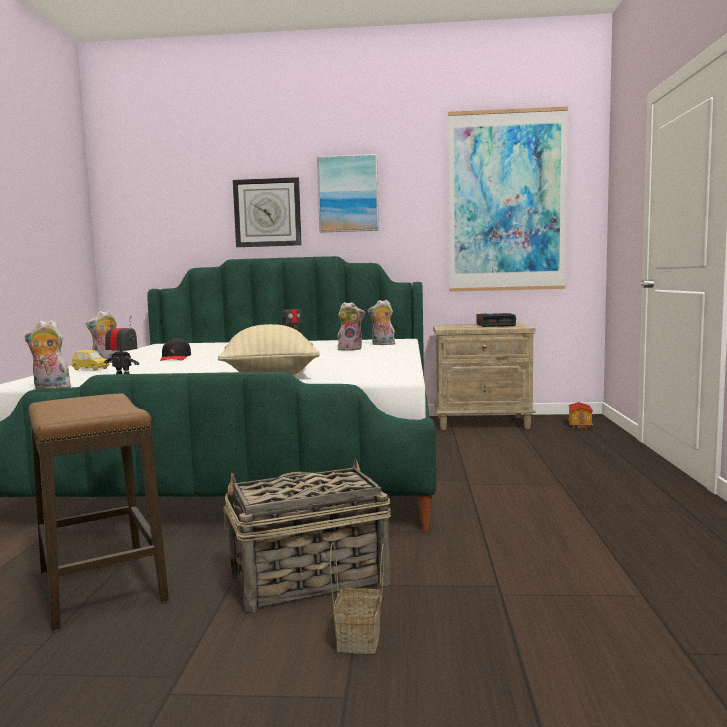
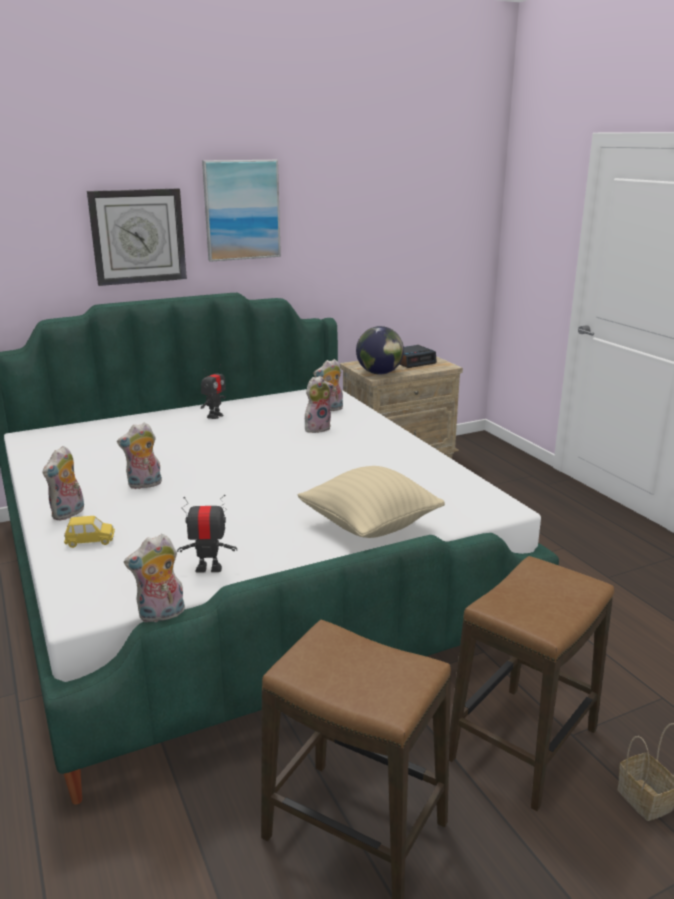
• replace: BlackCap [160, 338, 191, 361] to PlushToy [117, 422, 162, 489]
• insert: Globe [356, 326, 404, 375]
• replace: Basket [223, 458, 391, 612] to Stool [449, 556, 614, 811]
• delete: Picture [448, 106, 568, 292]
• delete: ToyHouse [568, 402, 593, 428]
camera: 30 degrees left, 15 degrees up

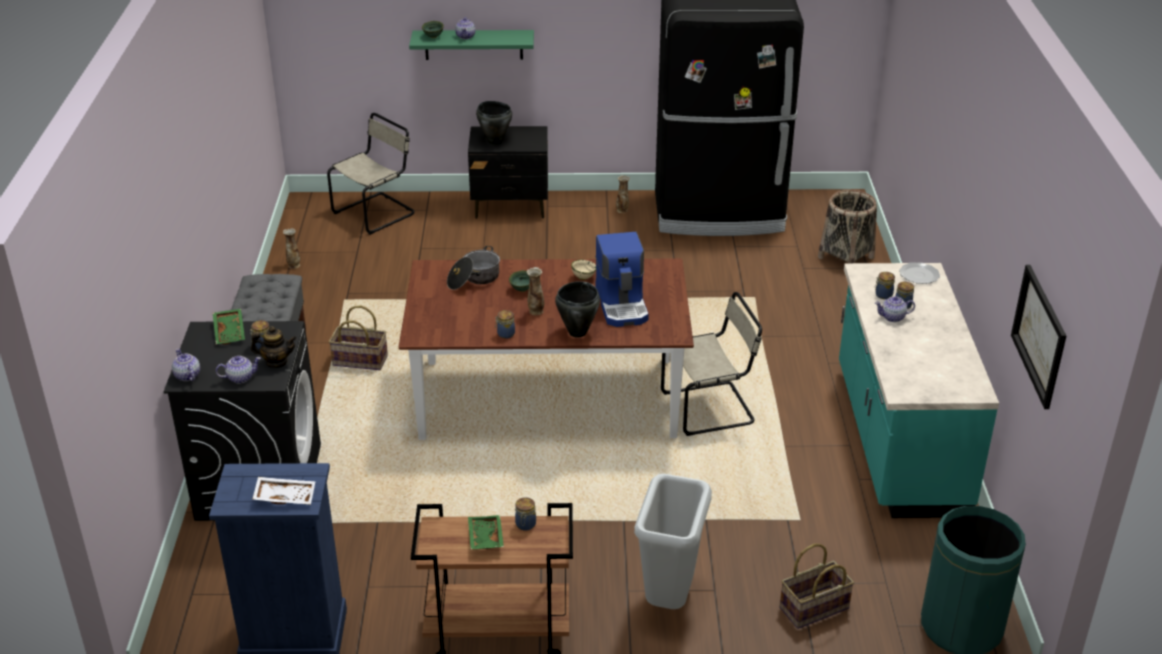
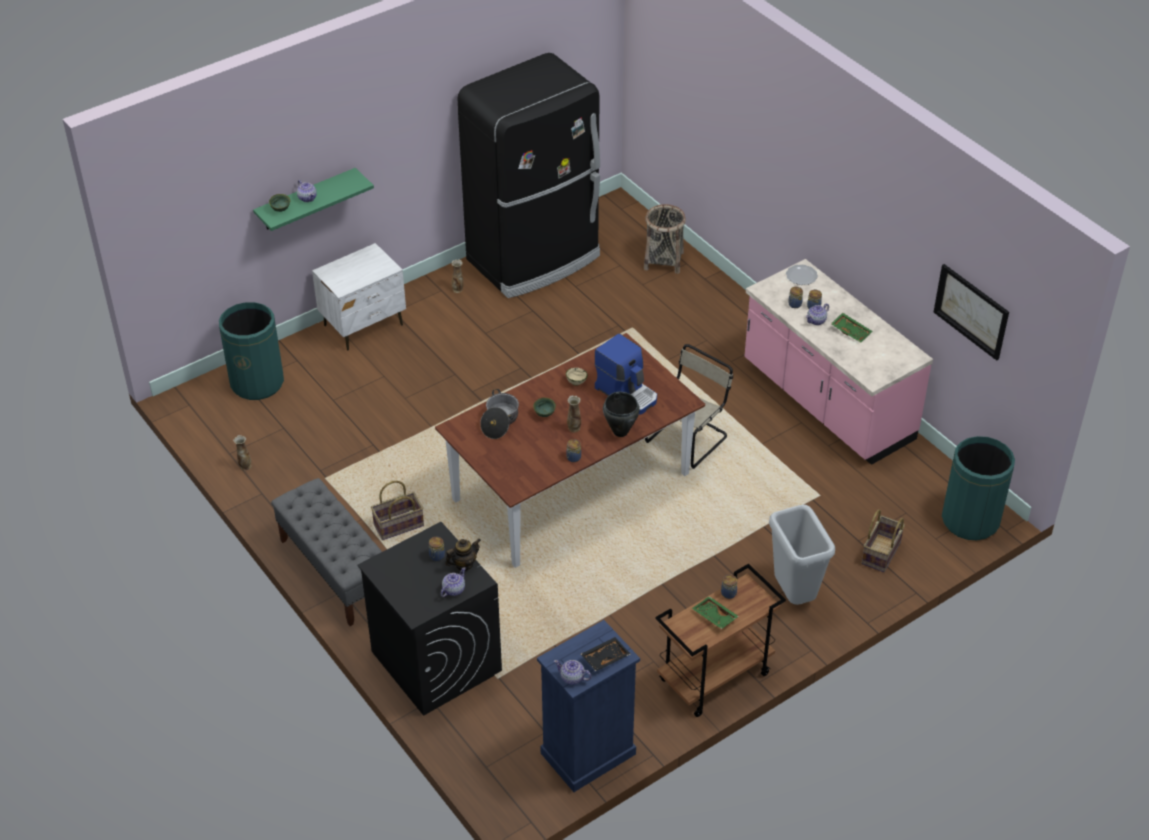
• replace: BeigeChair [327, 113, 414, 235] to GreenTrashCan [219, 302, 284, 400]
• recolor: BlackNightstand [468, 126, 548, 219] to WhiteNightstand [312, 243, 406, 350]
• move: Teapot [172, 349, 200, 381] to [554, 660, 592, 685]
• recolor: WhiteTray [252, 477, 316, 505] to BlackTray [580, 637, 630, 671]
• recolor: TurquoiseCounter [839, 263, 999, 518] to PinkCounter [744, 259, 933, 465]
• move: GreenTray [213, 309, 245, 345] to [831, 313, 873, 343]
• delete: BlackCookingPot [476, 101, 512, 145]
camera: 35 degrees left, 10 degrees up

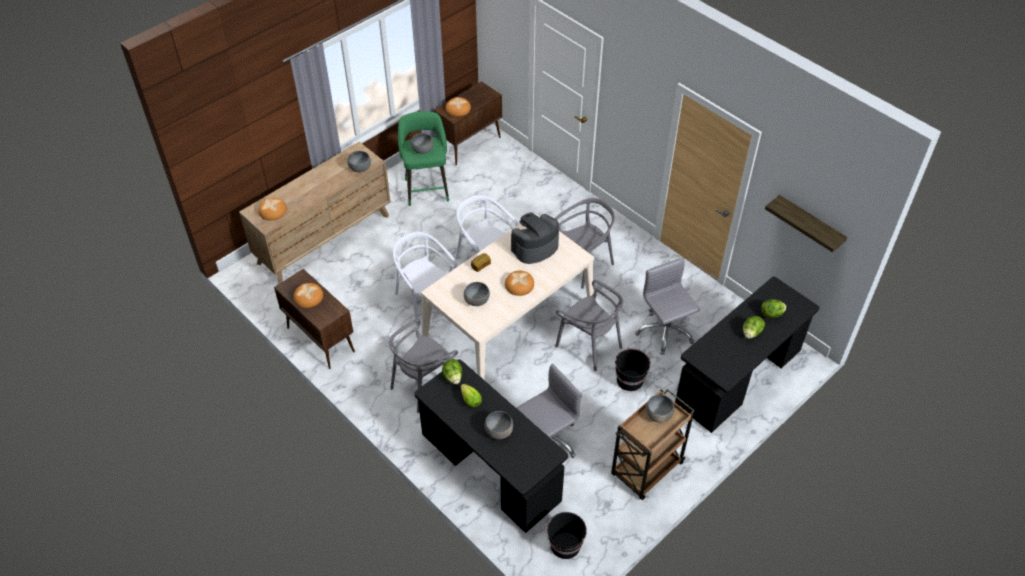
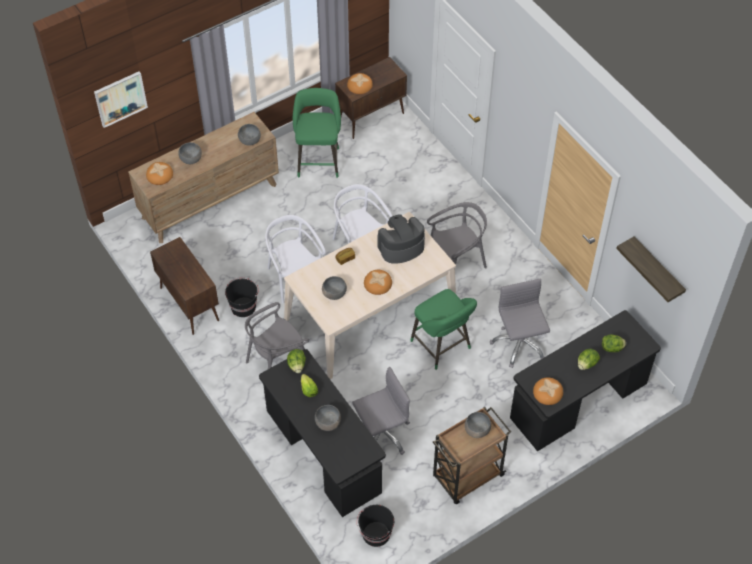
• insert: Picture [94, 71, 148, 128]
• move: GreyBowl [411, 133, 433, 154] to [178, 142, 202, 164]
• move: BlackBucket [615, 348, 651, 391] to [225, 278, 259, 317]
• replace: GreyChair [555, 280, 623, 371] to GreenStool [410, 289, 477, 370]
• move: Bread [293, 283, 323, 308] to [533, 377, 563, 405]
camera: 10 degrees right, 5 degrees up

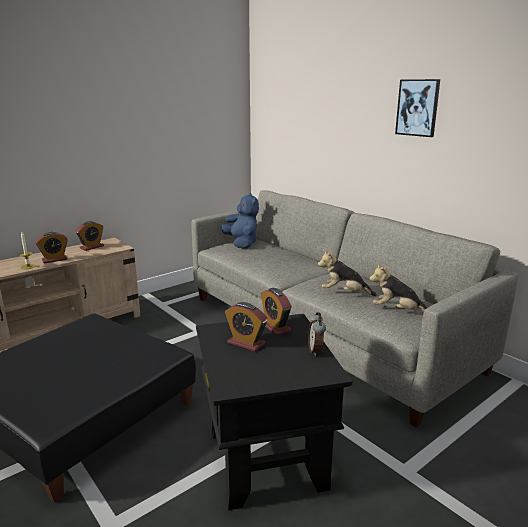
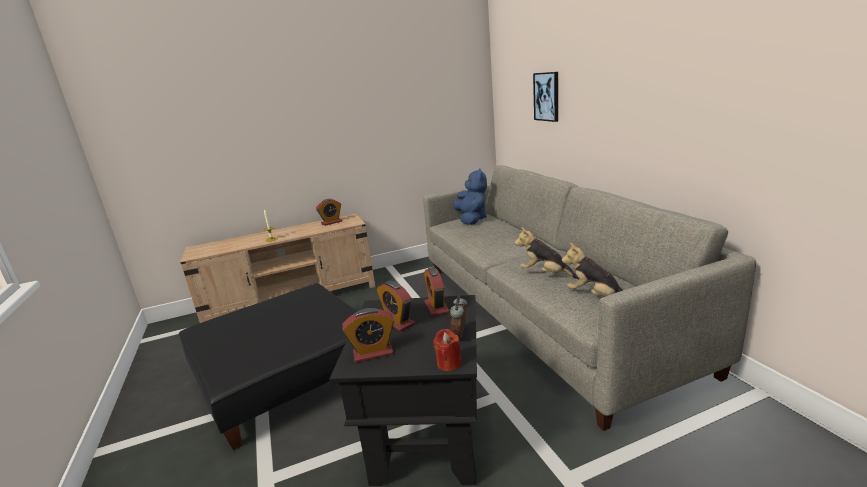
• move: AlarmClock [35, 232, 68, 264] to [342, 308, 394, 363]
• insert: RedCandle [433, 329, 462, 371]
• move: Picture [395, 79, 440, 137] to [533, 72, 558, 122]
camera: 20 degrees right, 0 degrees up

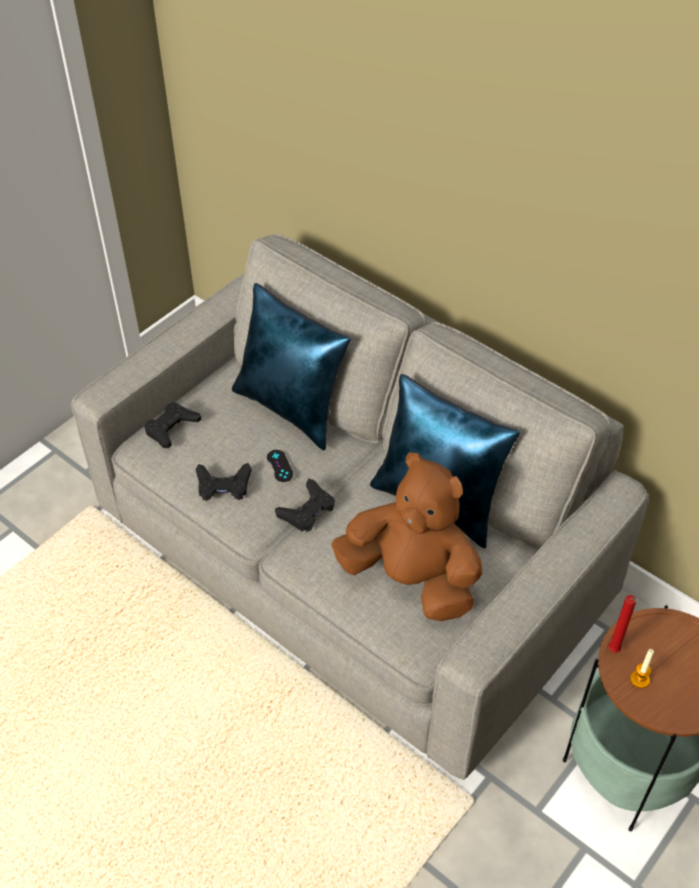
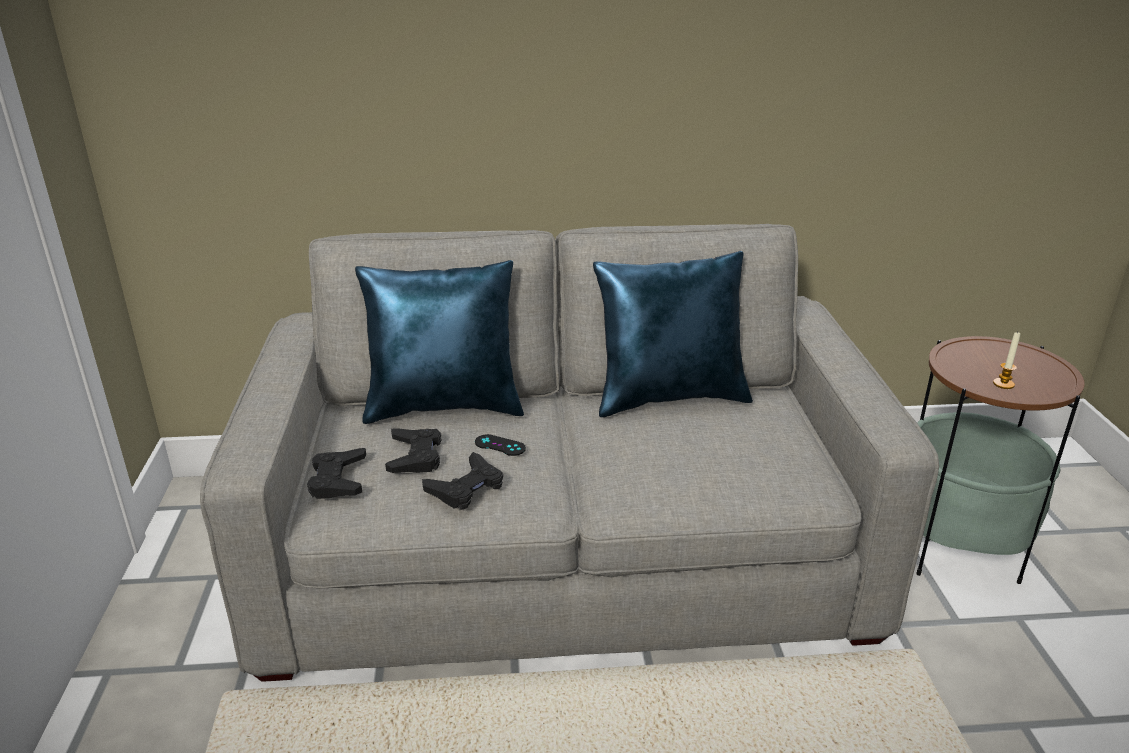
• move: BlackGameController [275, 479, 335, 532] to [385, 428, 442, 473]
• delete: BrownPlushToy [331, 453, 482, 621]
• delete: RedCandle [608, 595, 637, 653]
camera: 45 degrees left, 20 degrees down

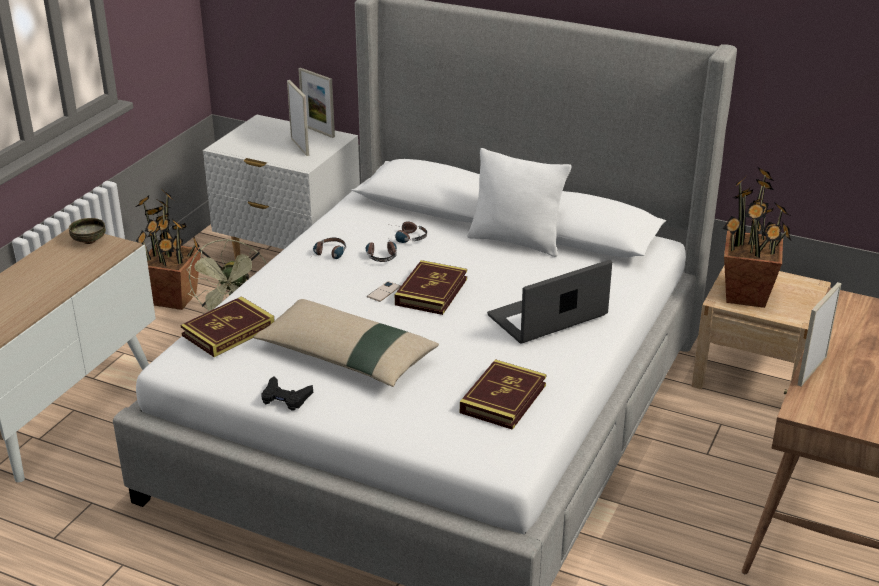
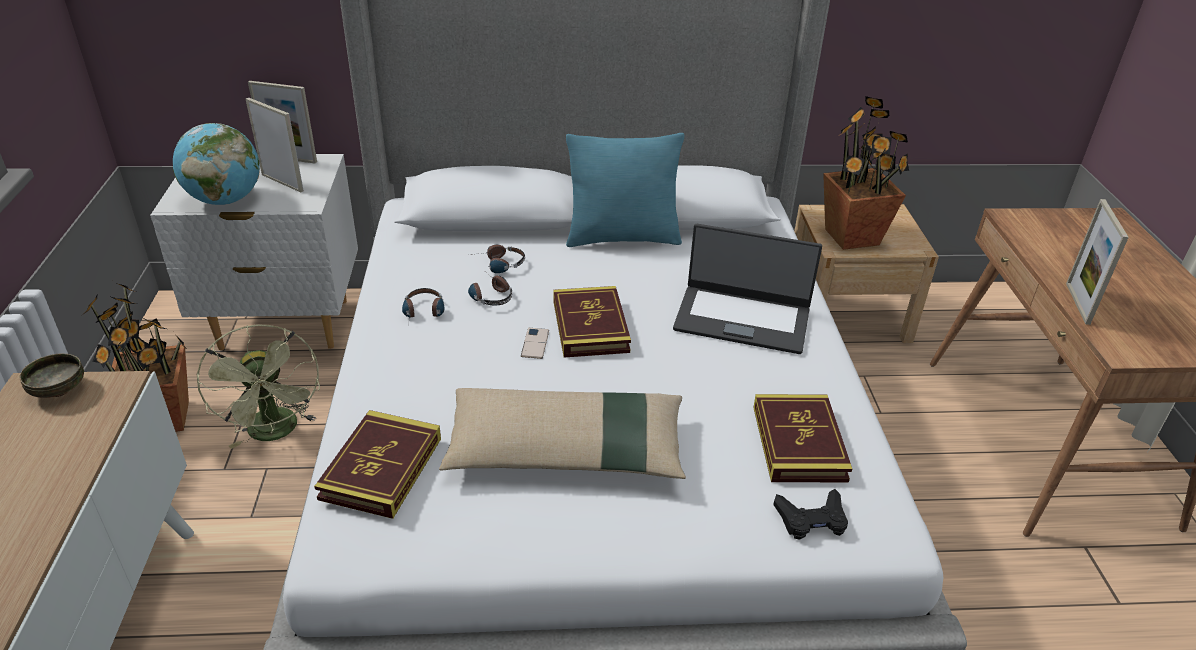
• insert: Globe [173, 123, 260, 205]
• recolor: WhitePillow [467, 148, 571, 257] to TurquoisePillow [566, 133, 684, 247]
• rotate: Laptop [487, 260, 612, 344] = [673, 224, 822, 354] 105 degrees counterclockwise
• move: BlackGameController [261, 376, 313, 410] to [773, 489, 848, 540]
camera: 30 degrees left, 5 degrees up

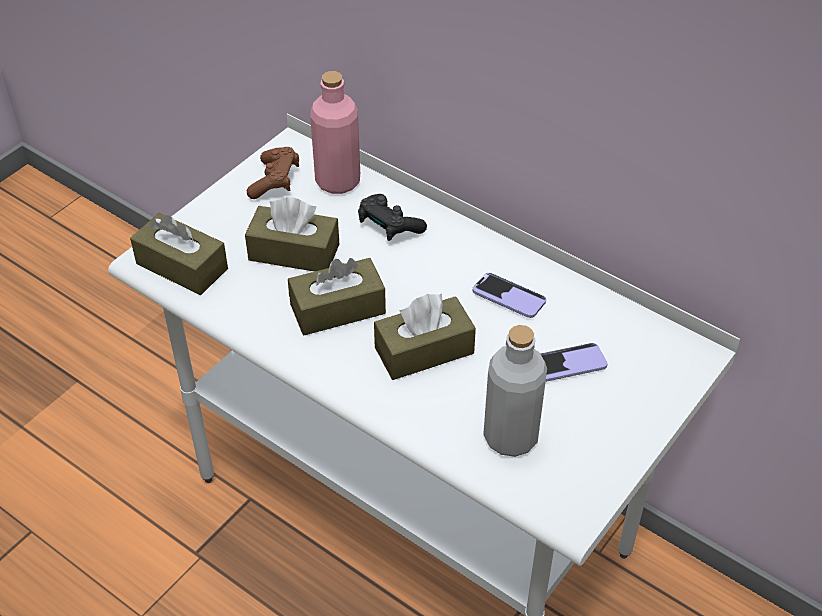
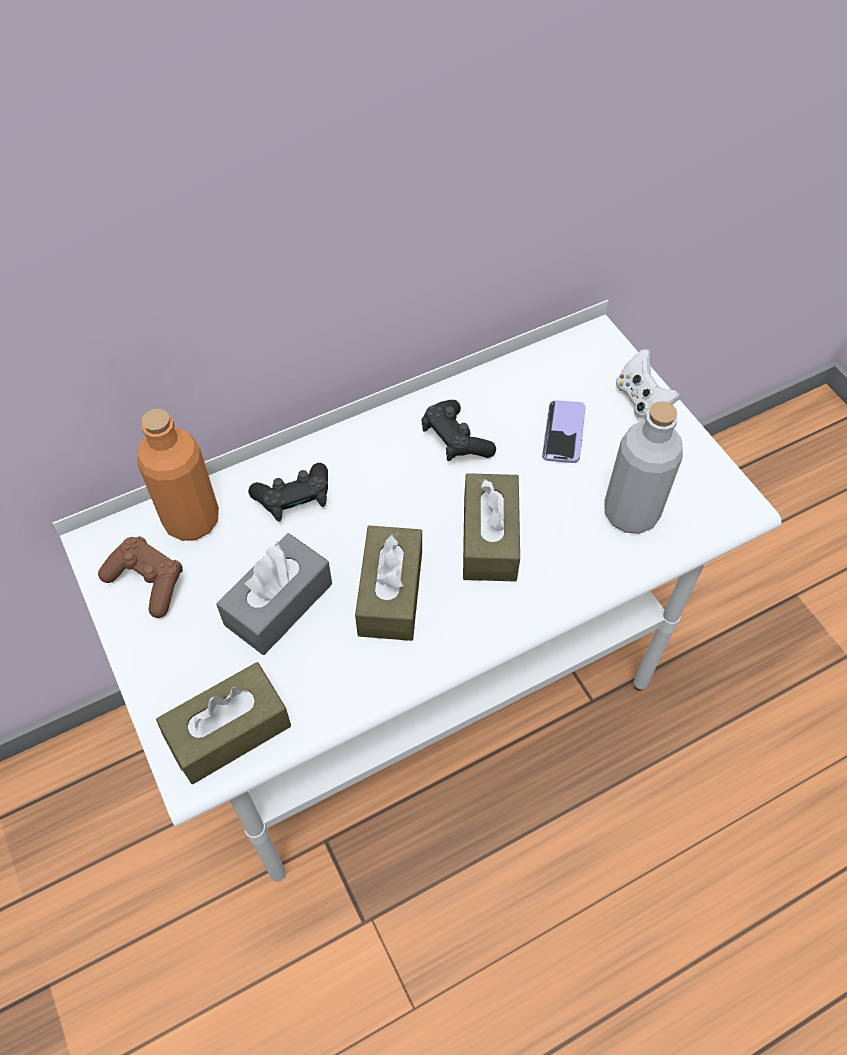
• recolor: PinkBottle [310, 71, 360, 194] to OrangeBottle [137, 409, 219, 541]
• recolor: BrownTissueBox [245, 197, 339, 272] to GreyTissueBox [216, 533, 332, 655]
• replace: Phone [472, 273, 546, 318] to BlackGameController [422, 400, 496, 461]
• insert: WhiteGameController [616, 349, 680, 420]
camera: 65 degrees left, 10 degrees up

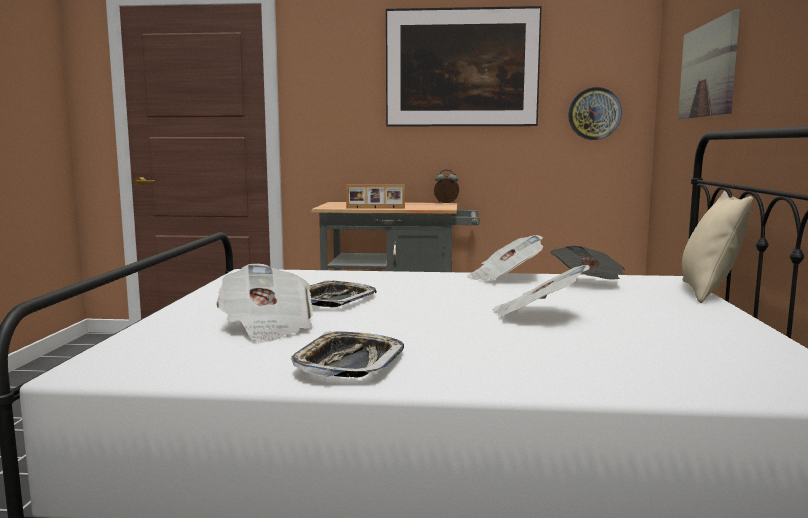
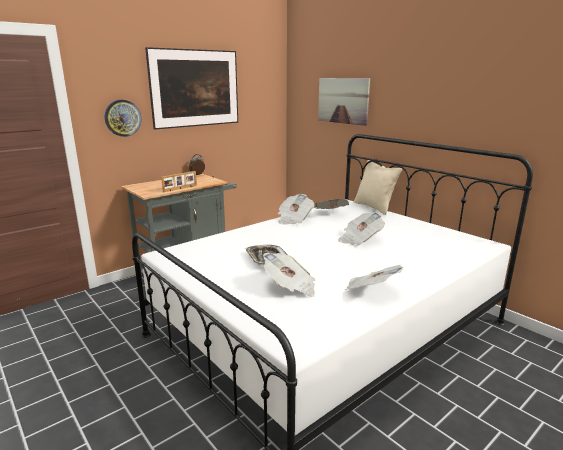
• move: WallClock [568, 87, 622, 140] to [105, 100, 141, 137]
• replace: Tray [291, 331, 404, 378] to Newspaper [345, 265, 403, 290]
camera: 45 degrees left, 10 degrees up

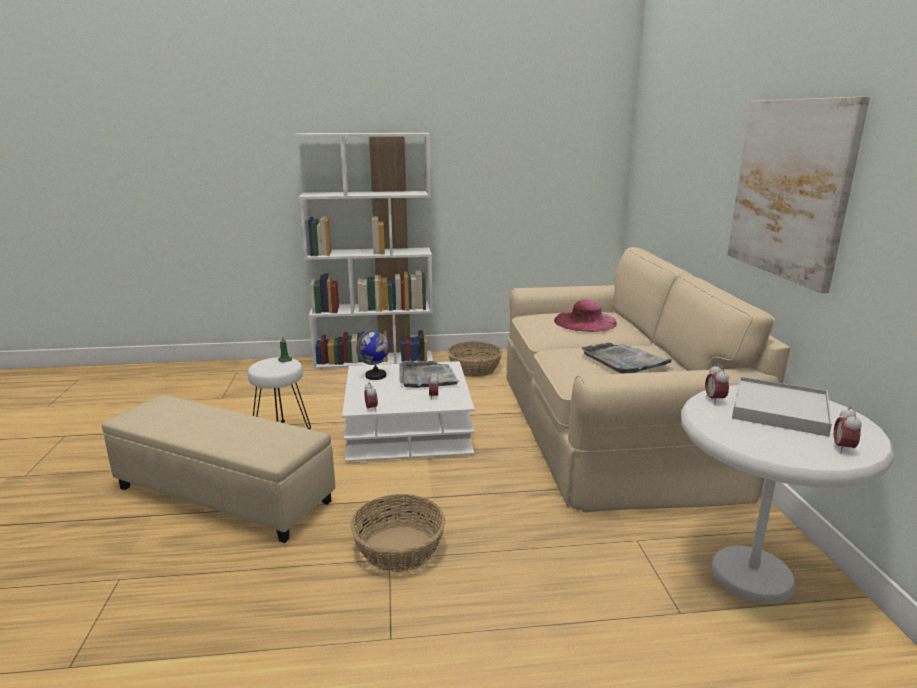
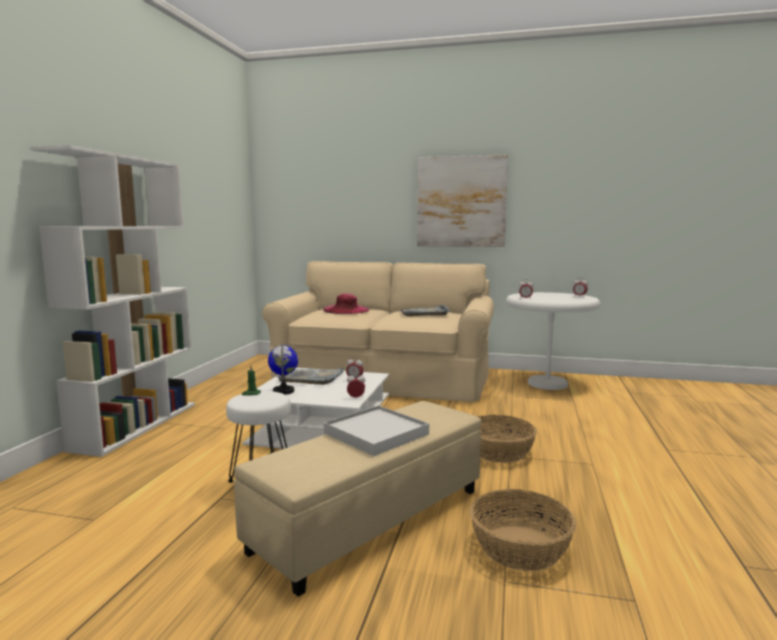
• move: WhiteTray [732, 377, 832, 437] to [324, 405, 429, 456]
• move: Basket [447, 341, 502, 377] to [470, 489, 576, 571]
camera: 70 degrees left, 10 degrees down

